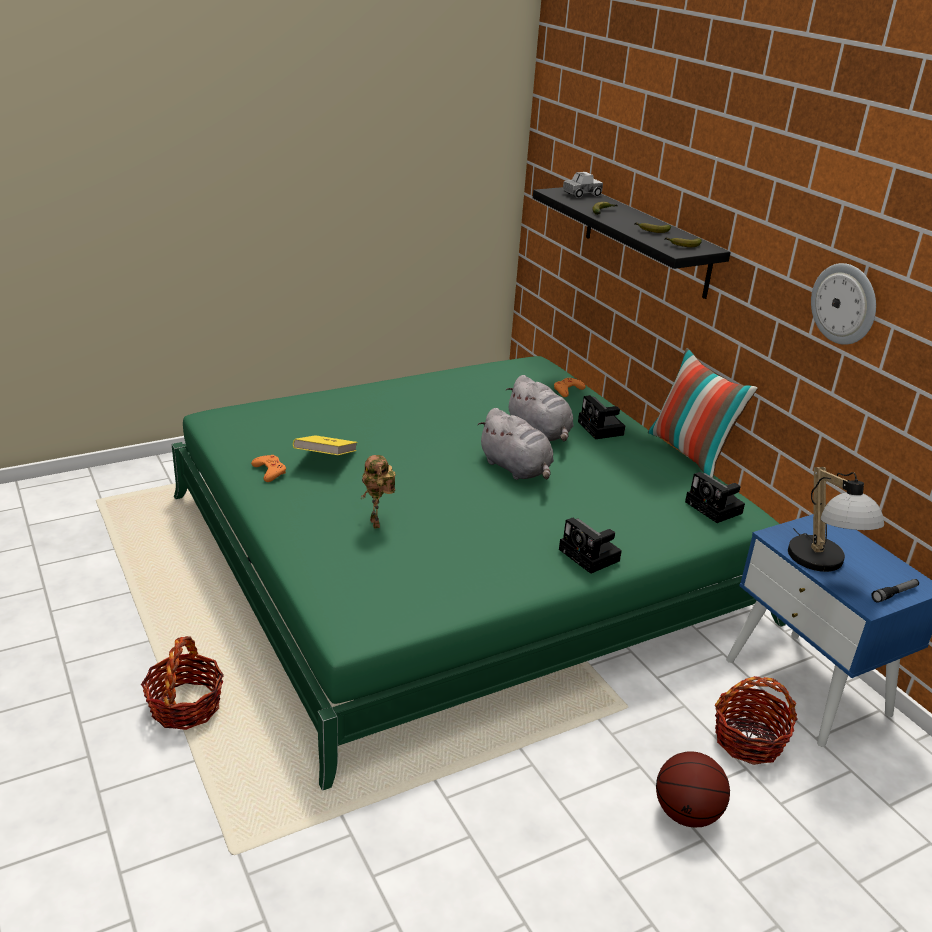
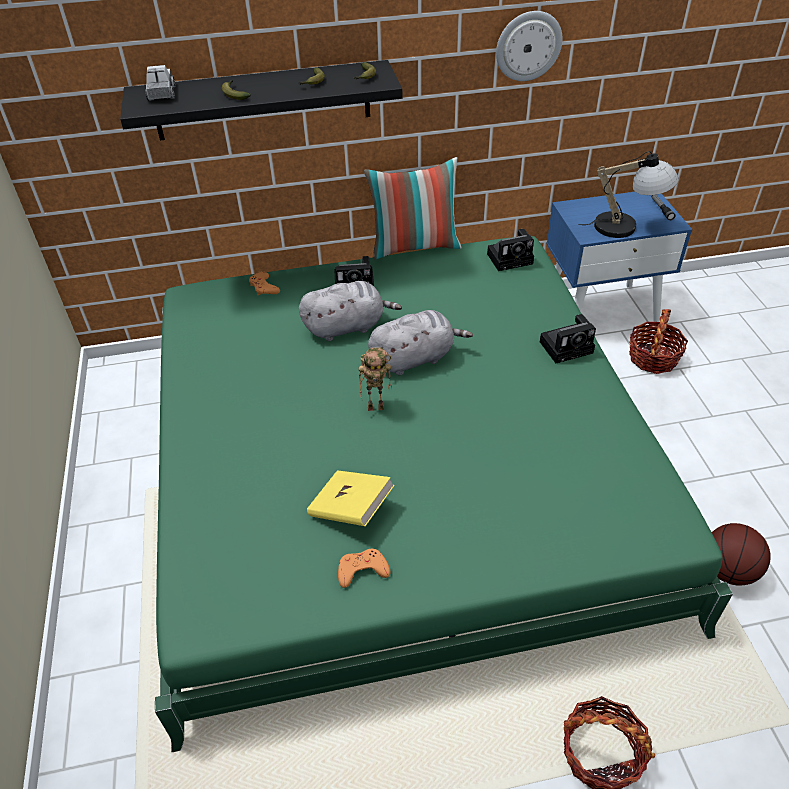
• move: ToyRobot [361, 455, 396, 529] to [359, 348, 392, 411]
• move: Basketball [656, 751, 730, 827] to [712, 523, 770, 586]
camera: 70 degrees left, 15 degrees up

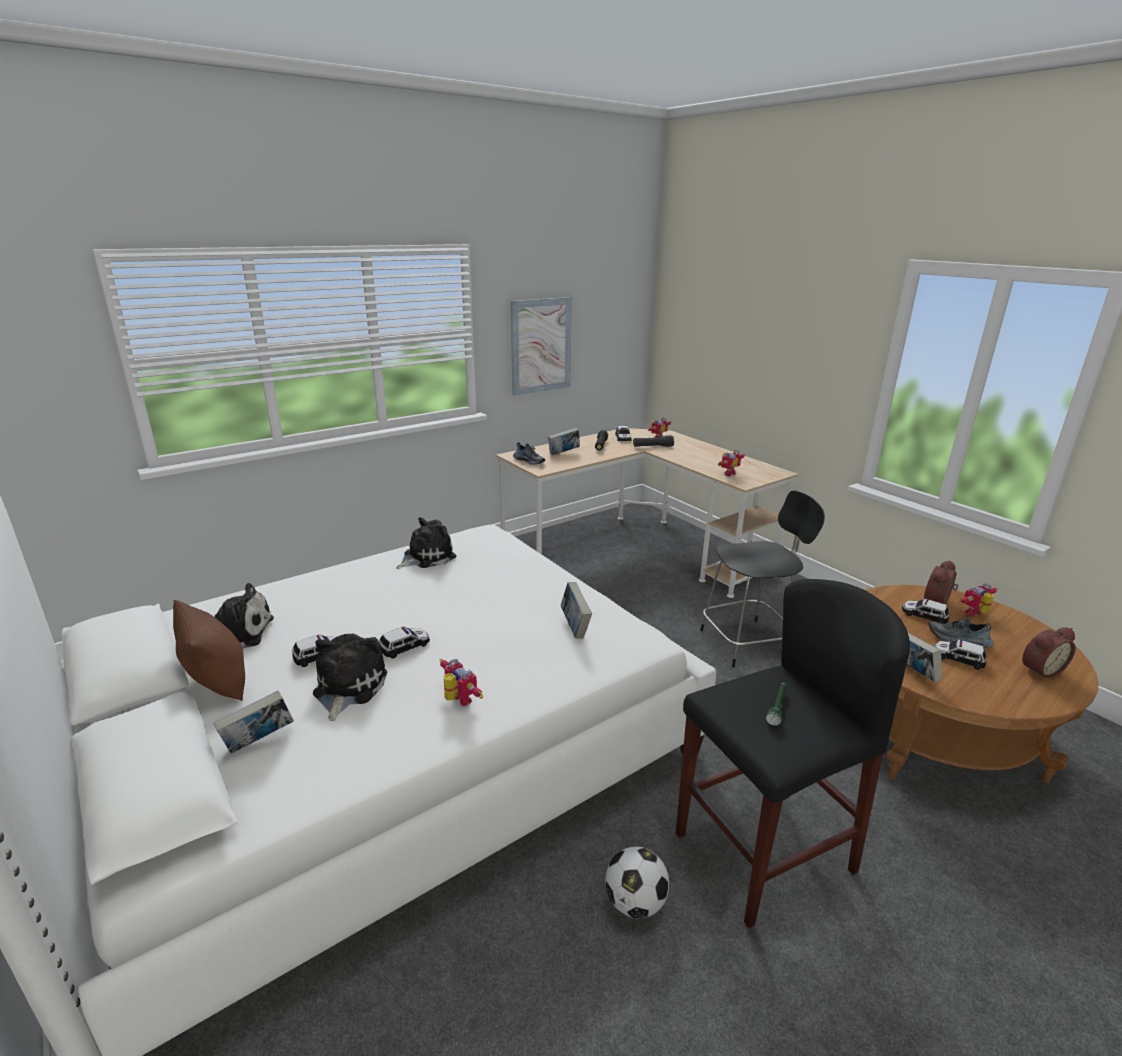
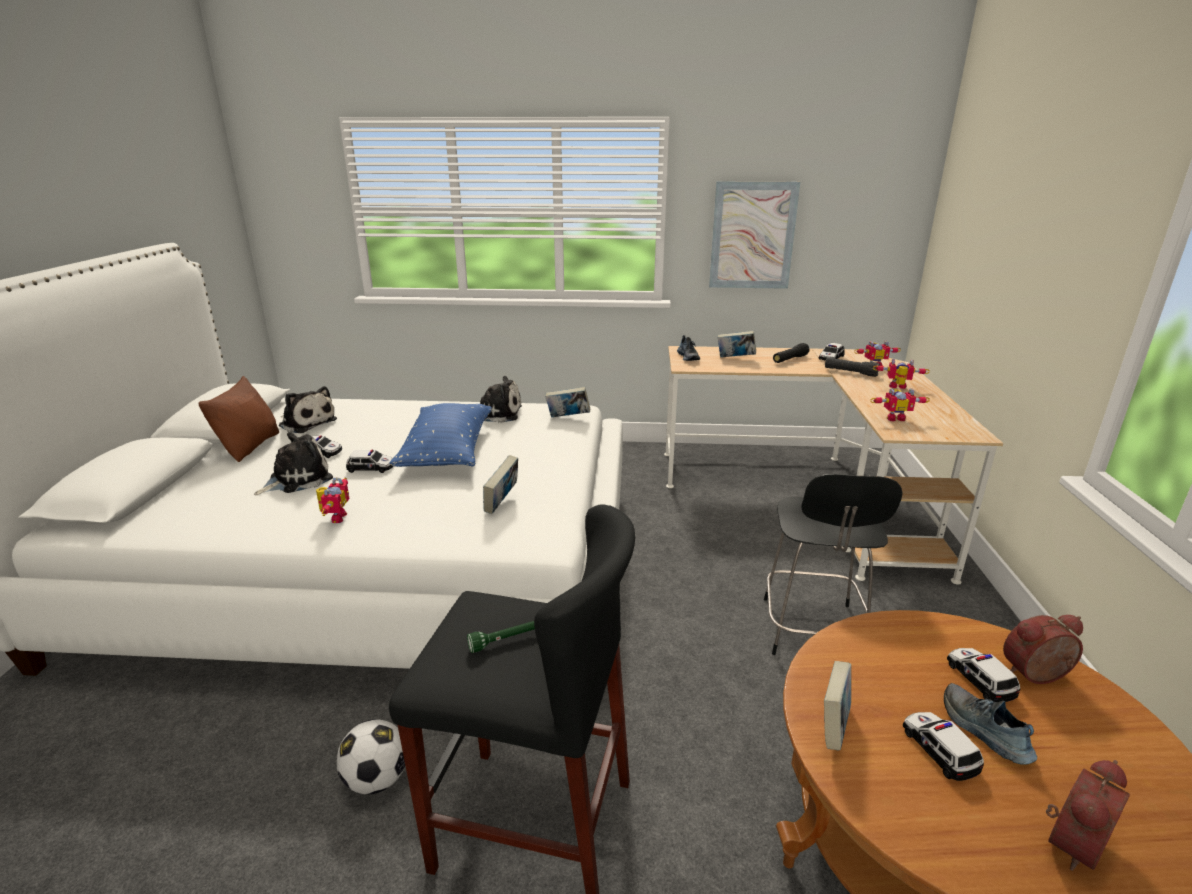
• insert: BluePillow [390, 403, 492, 467]
• move: Book [214, 691, 294, 754] to [545, 387, 590, 418]
• rotate: BlackChair [700, 490, 825, 667] = [764, 474, 903, 655] 75 degrees clockwise
• move: ToyRobot [959, 583, 997, 616] to [873, 359, 930, 389]
• rotate: AlarmClock [1022, 627, 1076, 678] = [1046, 760, 1130, 871] 60 degrees counterclockwise
camera: 40 degrees right, 0 degrees up

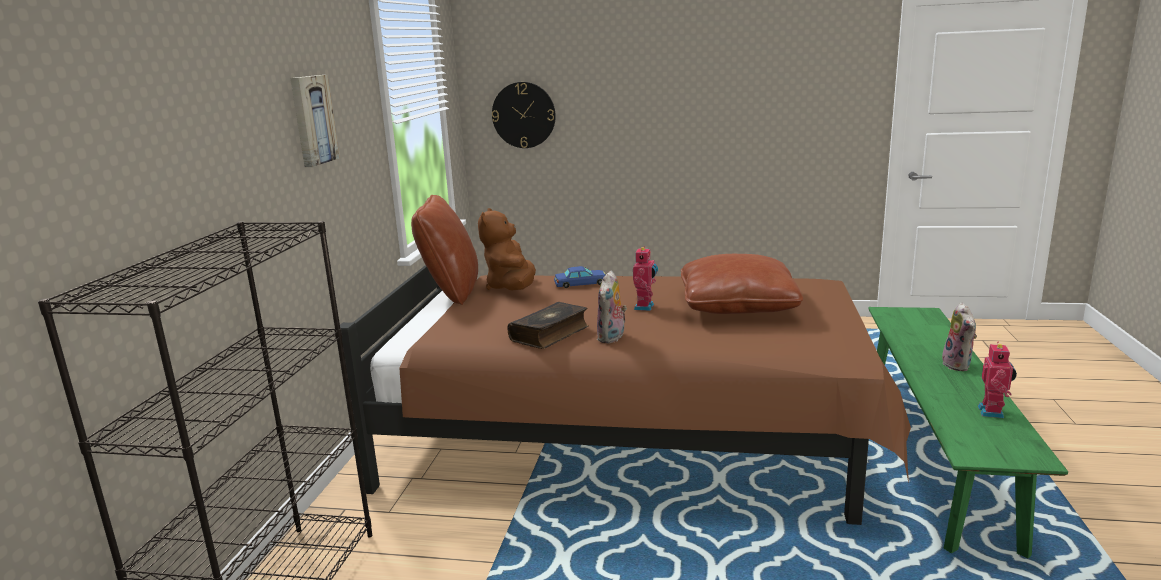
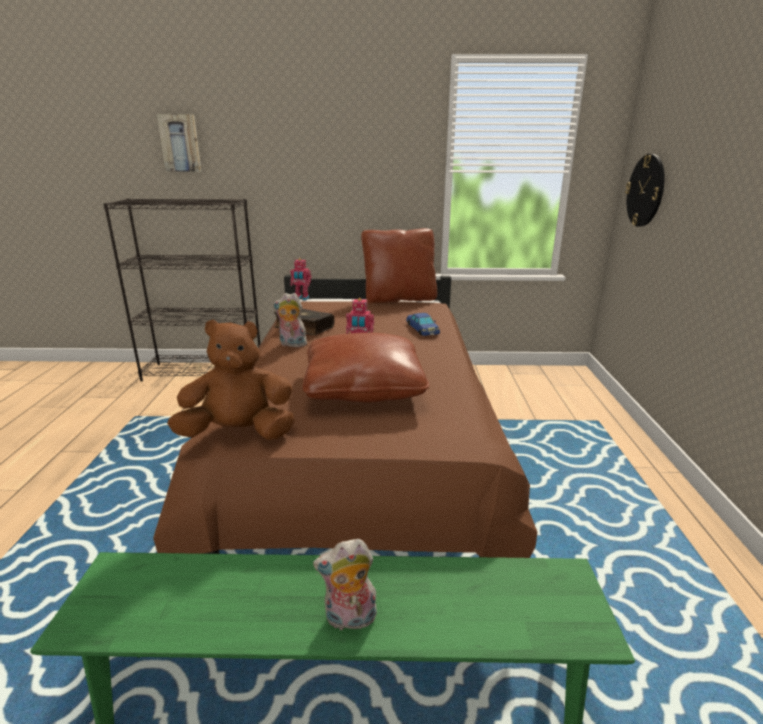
• move: Picture [291, 75, 339, 167] to [157, 114, 201, 172]
• move: BrownPlushToy [478, 208, 536, 290] to [167, 319, 295, 440]
• move: ToyRobot [978, 342, 1017, 418] to [290, 258, 311, 300]
camera: 80 degrees right, 5 degrees up

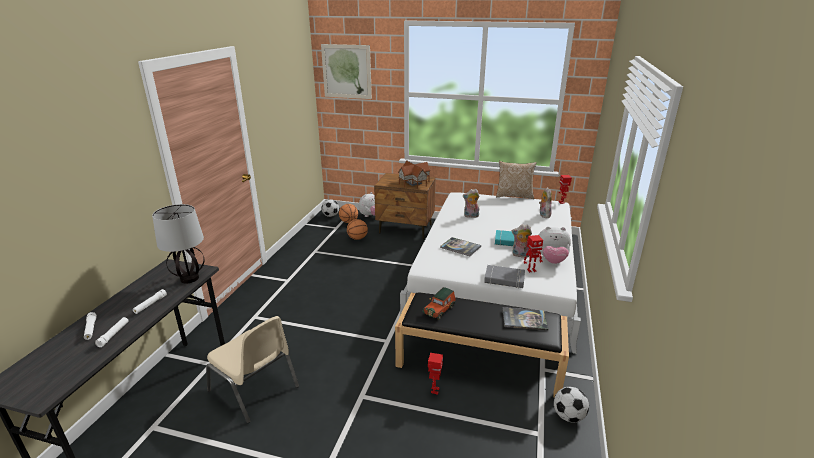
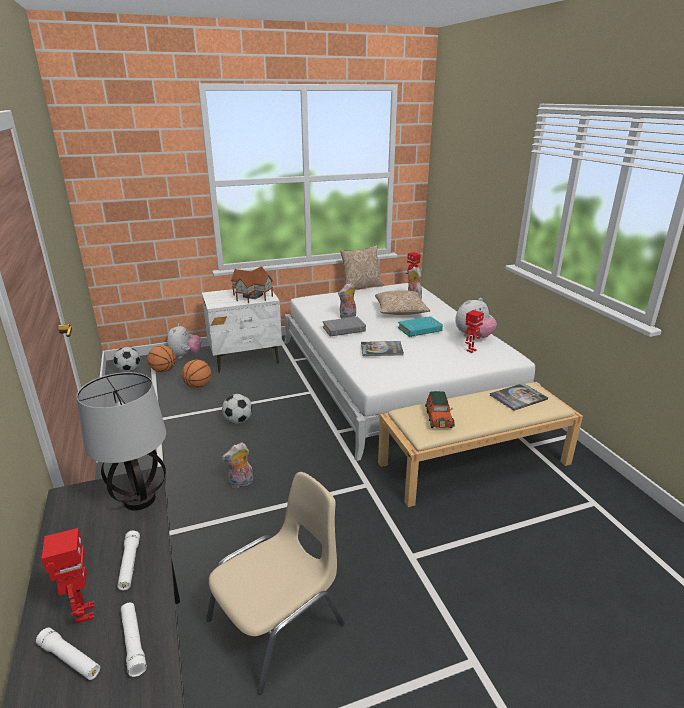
• move: ToyRobot [428, 353, 443, 395] to [41, 528, 94, 623]
• recolor: BrownNightstand [374, 173, 436, 239] to WhiteNightstand [202, 289, 282, 372]
• rotate: BeigeChair [206, 316, 299, 423] = [206, 472, 345, 695] 45 degrees counterclockwise
• move: Football [554, 387, 589, 422] to [222, 394, 252, 424]
• move: PlushToy [512, 224, 532, 258] to [222, 442, 253, 488]
• move: GreyBook [484, 265, 525, 288] to [323, 316, 366, 337]
• insert: Pillow [375, 290, 431, 315]
• recolor: BlackBench [395, 292, 569, 397] to BeigeBench [378, 383, 583, 507]
• delete: Picture [321, 44, 372, 99]
camera: 35 degrees left, 0 degrees up

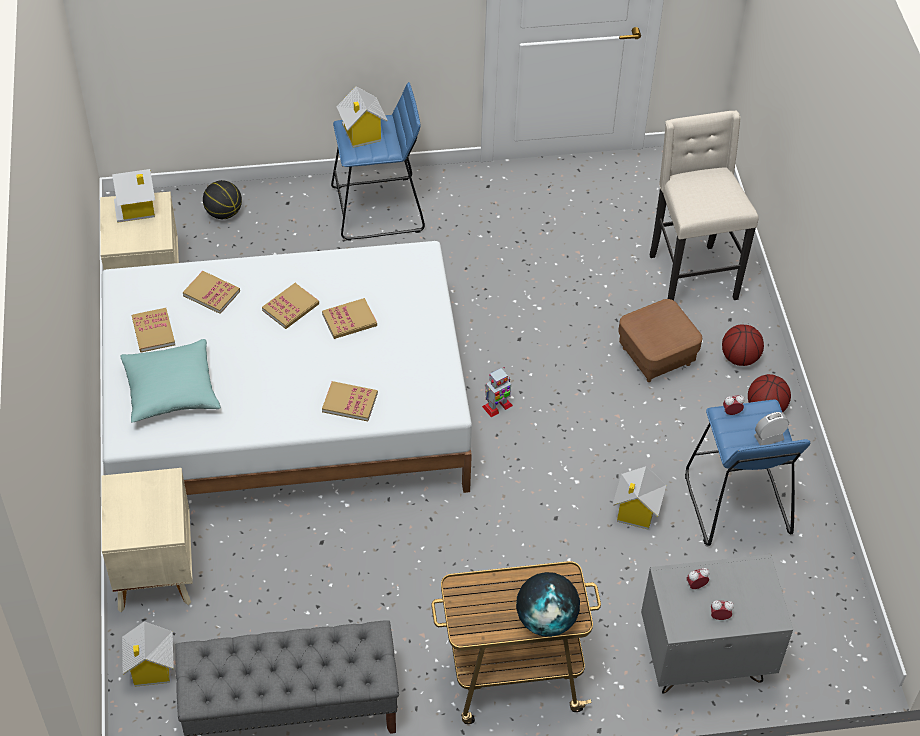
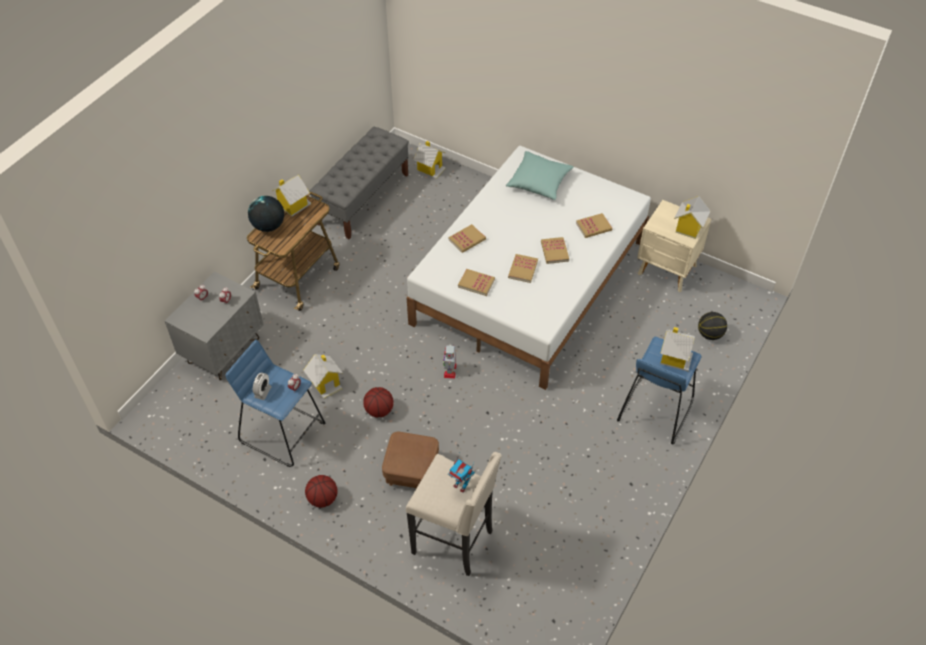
• insert: ToyHouse [272, 175, 311, 217]
• move: Basketball [722, 325, 764, 366] to [363, 387, 393, 418]
• insert: ToyRobot [448, 452, 475, 493]
• move: Book [132, 308, 175, 352] to [458, 269, 495, 296]
• delete: BeigeNightstand [101, 468, 193, 612]
camera: 130 degrees right, 0 degrees up

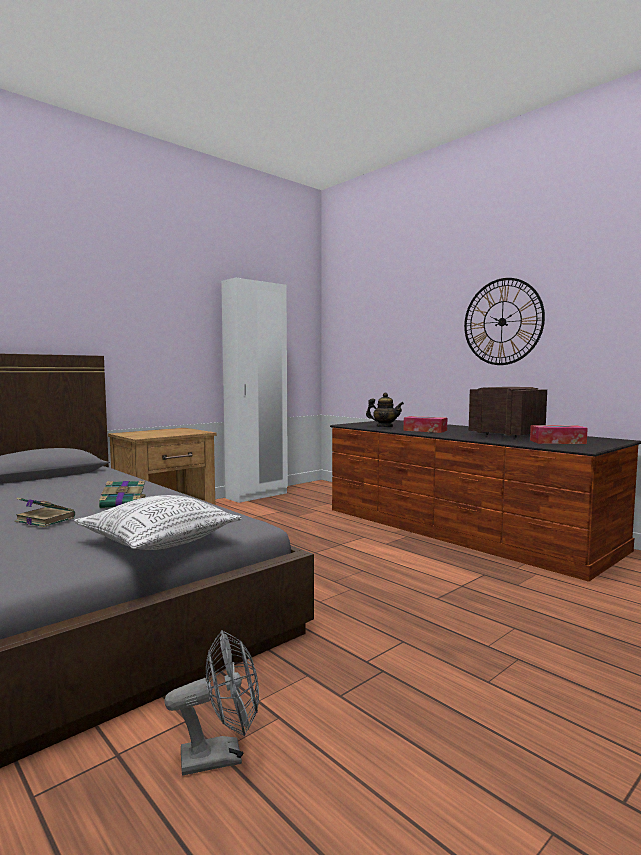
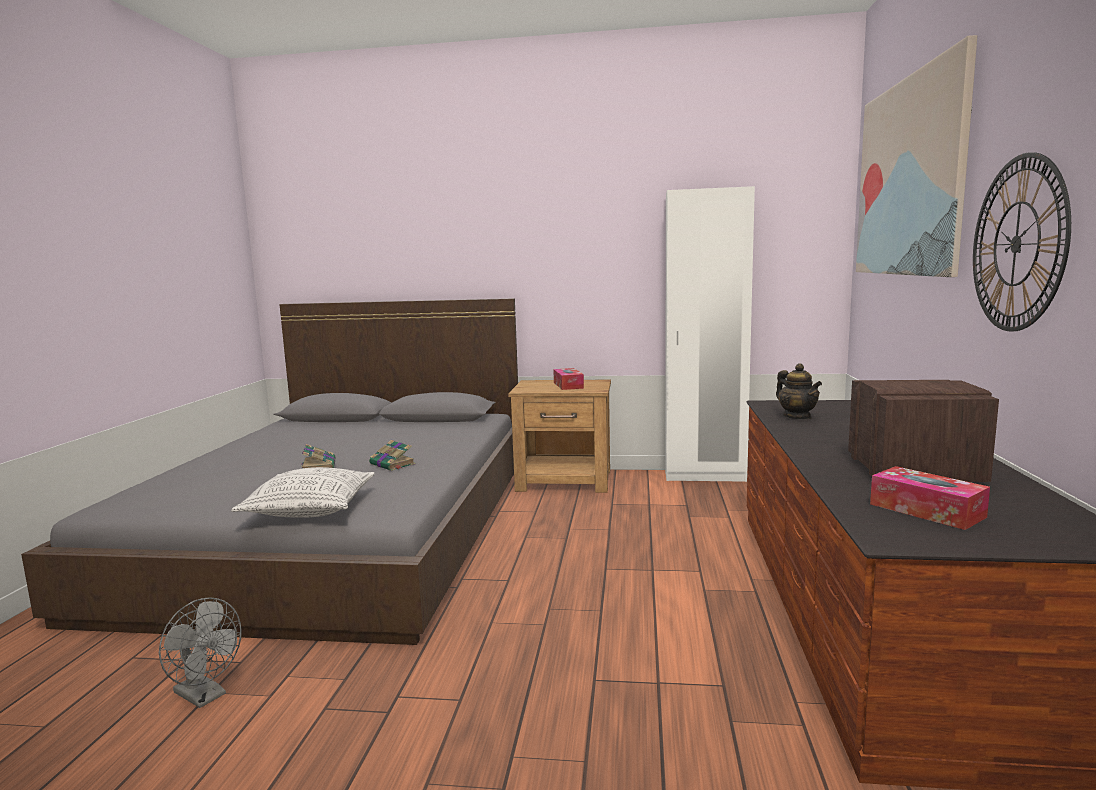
• move: TissueBox [403, 416, 447, 433] to [553, 368, 584, 390]
• insert: Picture [856, 35, 977, 277]
camera: 50 degrees right, 5 degrees up

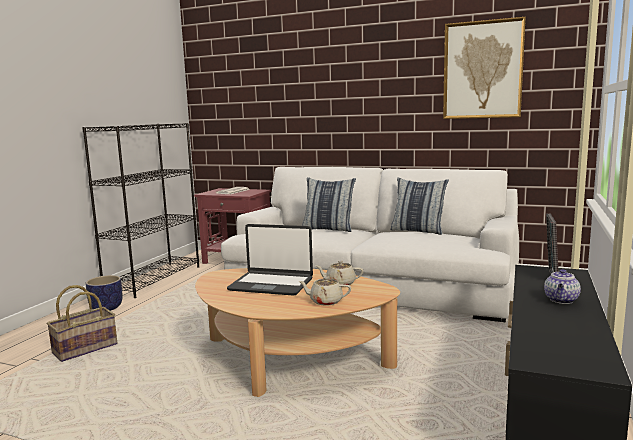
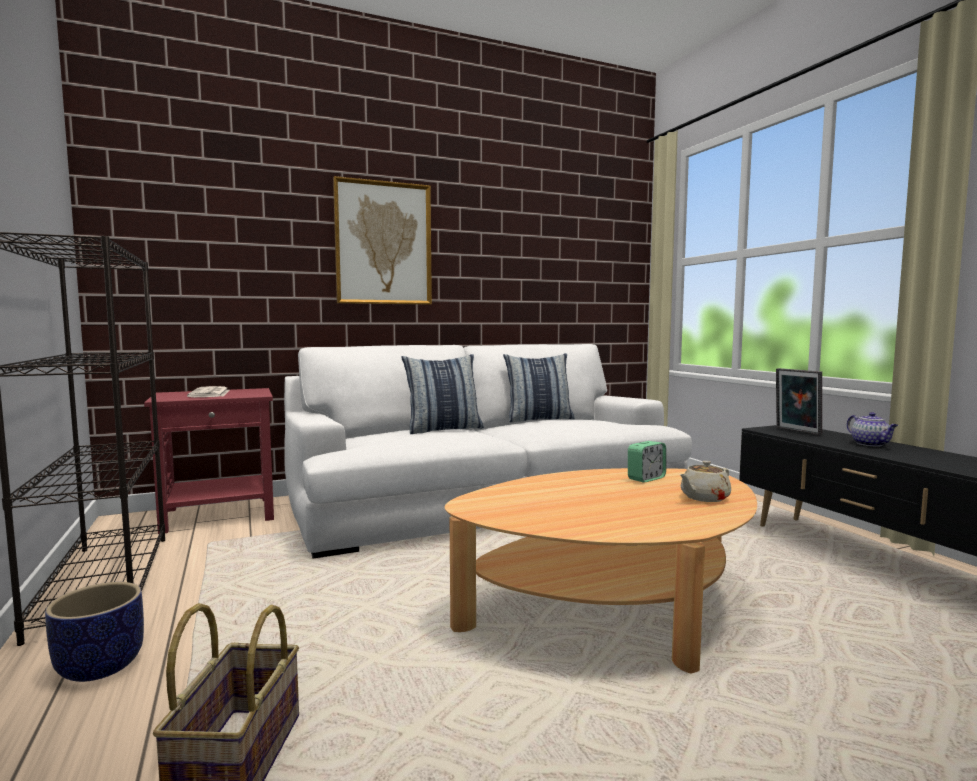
• move: Picture [443, 17, 526, 119] to [333, 176, 432, 305]
• replace: BeigeTeapot [315, 260, 363, 287] to AlarmClock [628, 441, 666, 483]
• delete: Laptop [227, 224, 313, 296]
camera: 45 degrees left, 5 degrees down

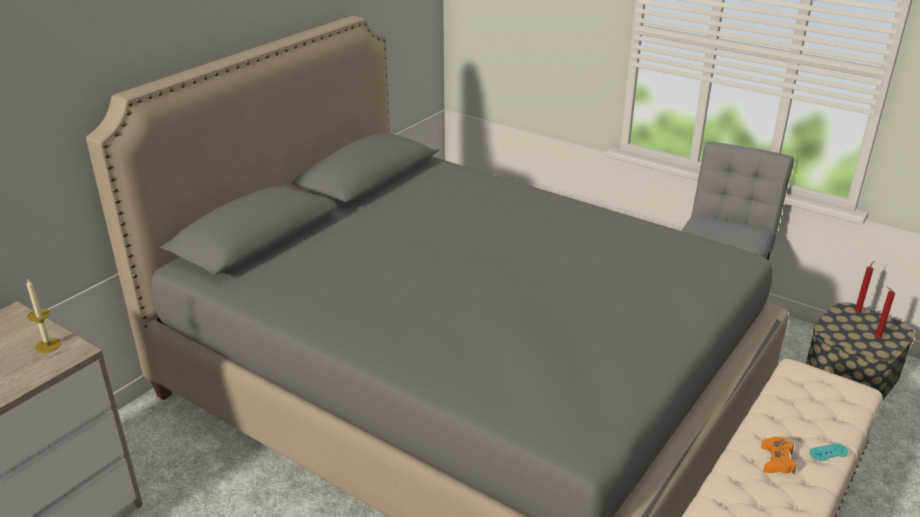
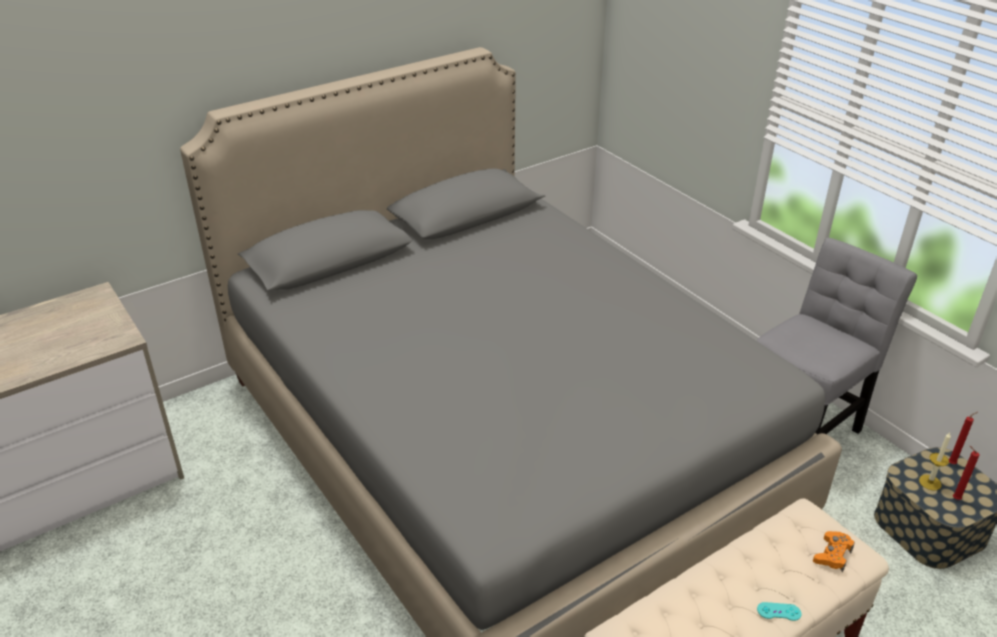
• move: OrangeGameController [761, 437, 797, 474] to [813, 531, 855, 572]
• move: Candle [26, 279, 61, 353] to [919, 433, 951, 491]
camera: 20 degrees right, 5 degrees up

